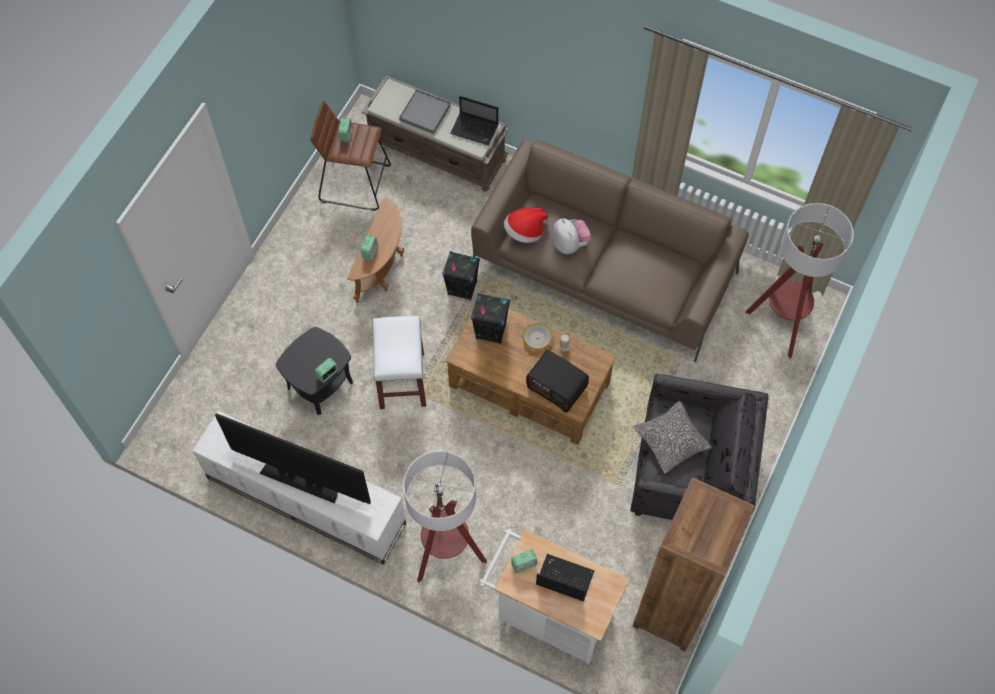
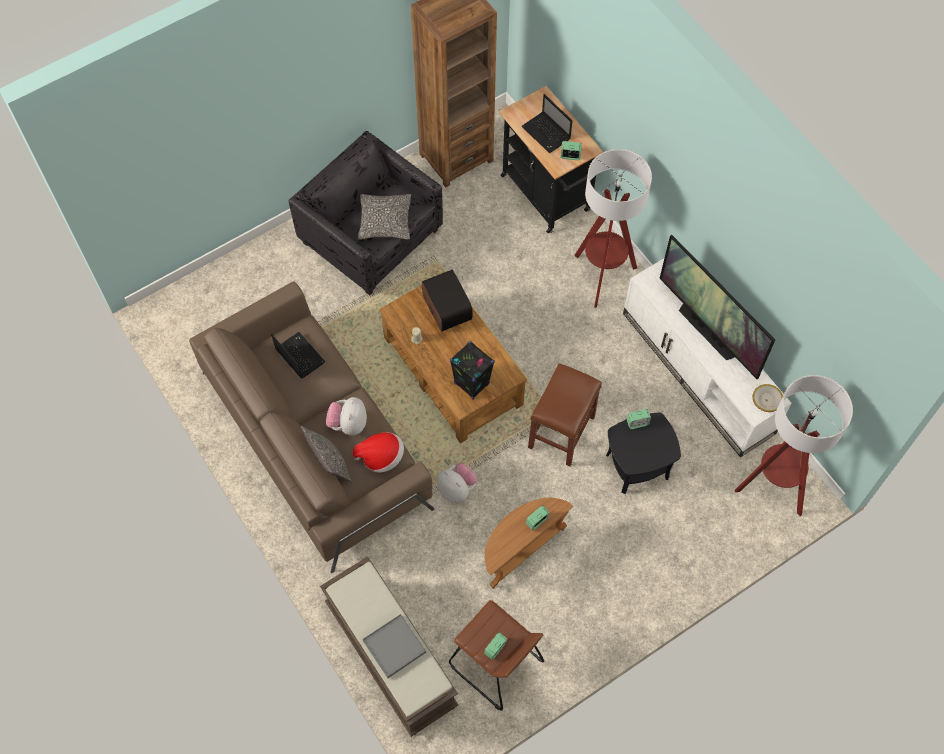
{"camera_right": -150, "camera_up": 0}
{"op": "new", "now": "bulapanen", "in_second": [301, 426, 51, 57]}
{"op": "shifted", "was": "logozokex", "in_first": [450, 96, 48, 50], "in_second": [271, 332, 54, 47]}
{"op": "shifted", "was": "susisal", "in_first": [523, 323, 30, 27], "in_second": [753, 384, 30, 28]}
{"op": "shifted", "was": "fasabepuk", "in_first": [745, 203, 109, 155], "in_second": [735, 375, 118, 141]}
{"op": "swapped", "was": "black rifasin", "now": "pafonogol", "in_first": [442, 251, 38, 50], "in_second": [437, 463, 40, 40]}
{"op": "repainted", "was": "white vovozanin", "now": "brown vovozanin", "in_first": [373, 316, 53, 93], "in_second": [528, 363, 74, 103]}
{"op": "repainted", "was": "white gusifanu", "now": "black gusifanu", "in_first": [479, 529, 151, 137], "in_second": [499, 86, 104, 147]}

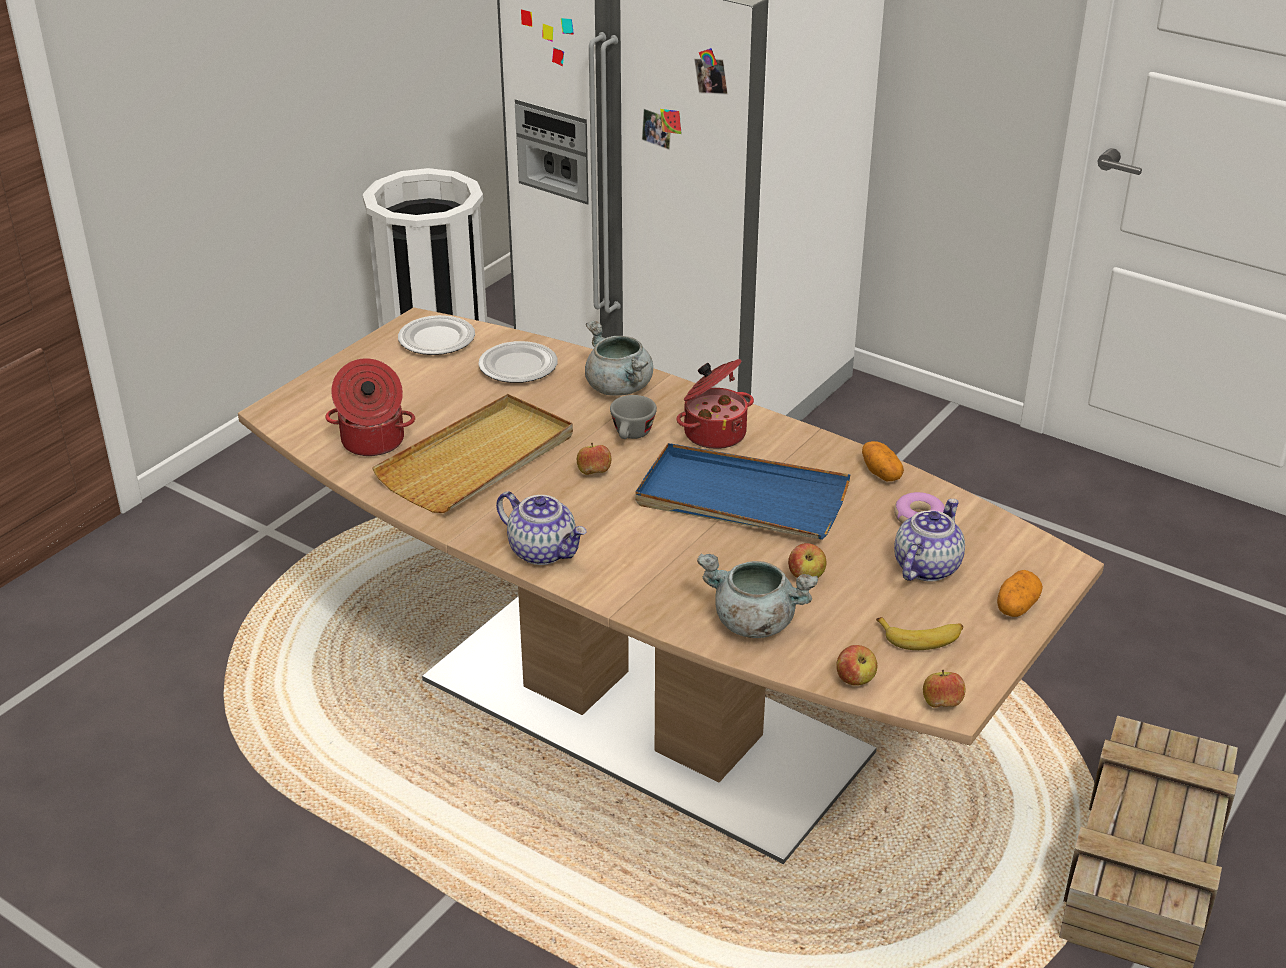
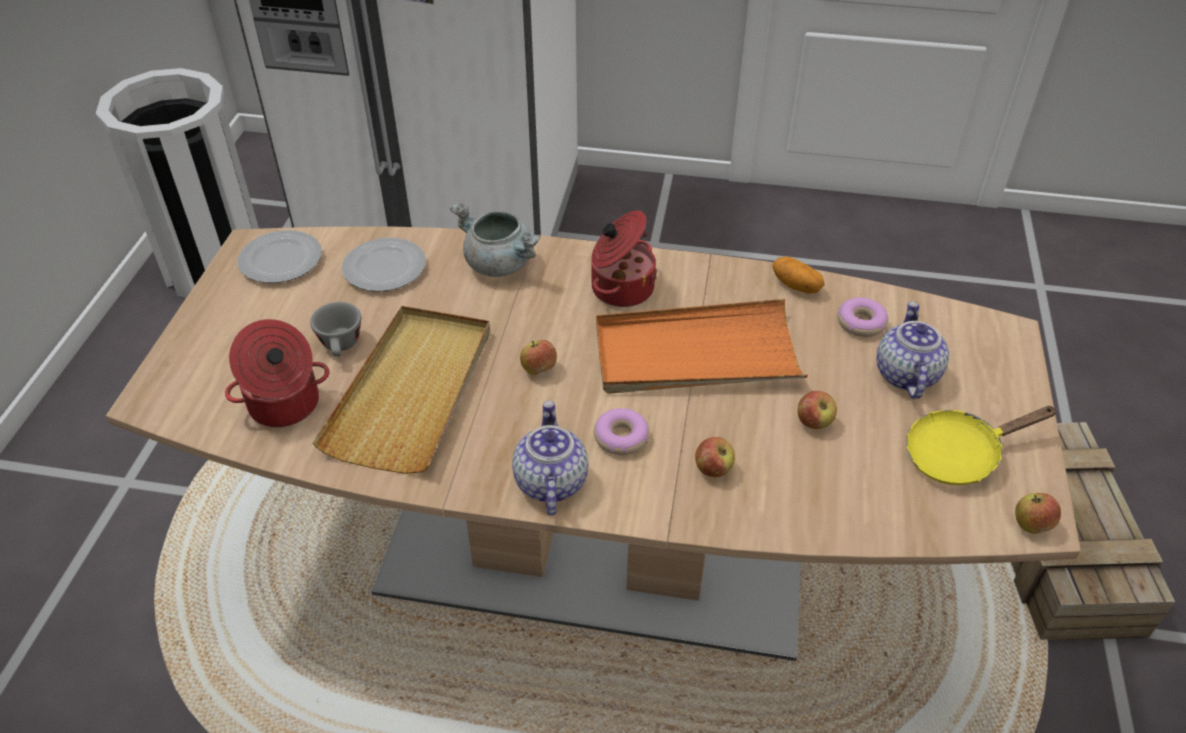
{"camera_right": -25, "camera_up": 10}
{"op": "gone", "was": "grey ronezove", "in_first": [697, 554, 121, 84]}
{"op": "gone", "was": "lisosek", "in_first": [997, 570, 46, 47]}
{"op": "new", "now": "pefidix", "in_second": [594, 408, 55, 47]}
{"op": "shifted", "was": "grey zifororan", "in_first": [610, 395, 47, 44], "in_second": [310, 302, 51, 55]}
{"op": "shifted", "was": "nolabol", "in_first": [836, 645, 41, 41], "in_second": [695, 437, 40, 40]}
{"op": "swapped", "was": "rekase", "now": "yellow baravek", "in_first": [876, 617, 87, 33], "in_second": [906, 406, 152, 79]}
{"op": "repainted", "was": "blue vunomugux", "now": "orange vunomugux", "in_first": [635, 443, 215, 97], "in_second": [596, 299, 212, 95]}
{"op": "rotated", "was": "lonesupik", "in_first": [496, 491, 91, 74], "in_second": [512, 400, 76, 116], "clockwise": -105}

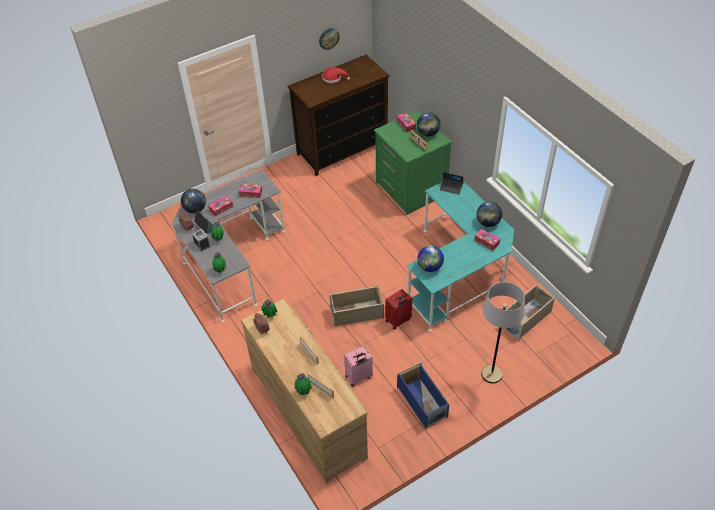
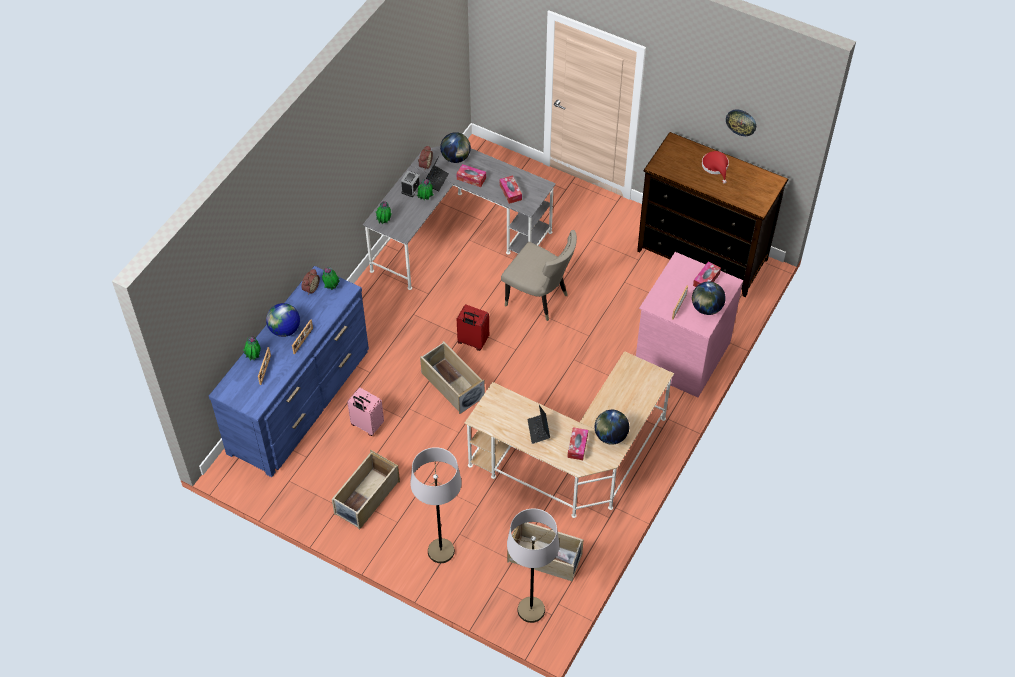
{"camera_right": 60, "camera_up": 5}
{"op": "new", "now": "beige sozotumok", "in_second": [501, 230, 76, 91]}
{"op": "new", "now": "grey fasabepuk", "in_second": [507, 508, 53, 115]}
{"op": "shifted", "was": "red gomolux", "in_first": [385, 289, 27, 41], "in_second": [457, 304, 32, 47]}
{"op": "shifted", "was": "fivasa", "in_first": [417, 246, 27, 26], "in_second": [266, 303, 34, 34]}
{"op": "shifted", "was": "logozokex", "in_first": [440, 172, 23, 23], "in_second": [527, 405, 23, 39]}
{"op": "repainted", "was": "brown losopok", "now": "blue losopok", "in_first": [241, 299, 127, 184], "in_second": [209, 266, 160, 211]}
{"op": "repainted", "was": "green losopok", "now": "pink losopok", "in_first": [374, 111, 77, 104], "in_second": [636, 252, 107, 145]}
{"op": "repainted", "was": "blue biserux", "now": "beige biserux", "in_first": [397, 362, 52, 66], "in_second": [332, 450, 68, 79]}
{"op": "repainted", "was": "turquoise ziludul", "now": "beige ziludul", "in_first": [407, 181, 107, 150], "in_second": [465, 351, 209, 167]}

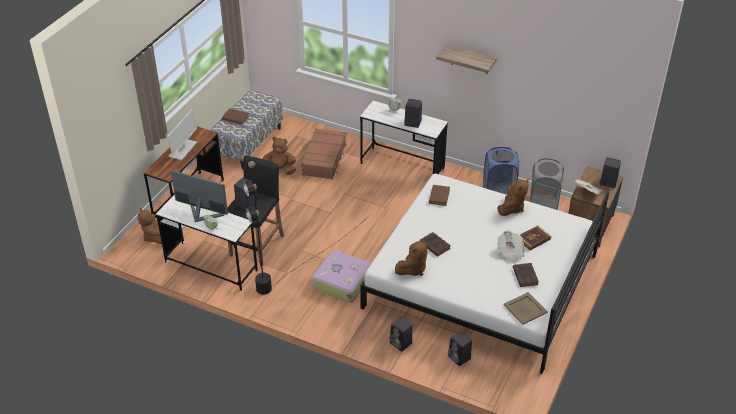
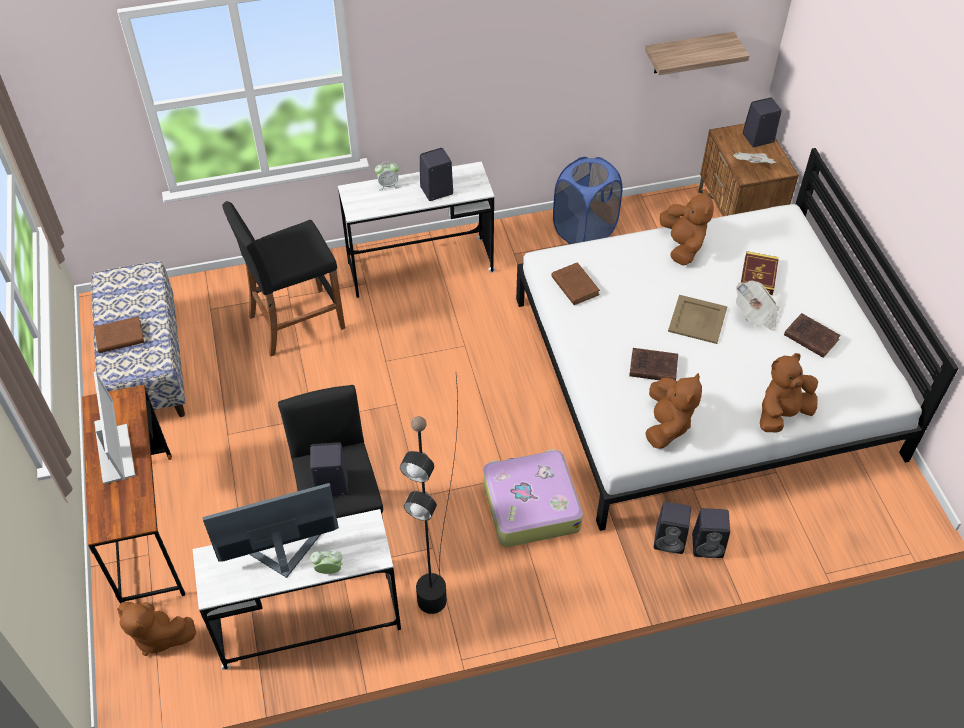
{"camera_right": -40, "camera_up": 10}
{"op": "gone", "was": "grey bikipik", "in_first": [530, 158, 34, 52]}
{"op": "shifted", "was": "brown pafonogol", "in_first": [263, 137, 33, 38], "in_second": [760, 353, 58, 80]}
{"op": "shifted", "was": "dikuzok", "in_first": [436, 45, 61, 29], "in_second": [645, 32, 104, 43]}
{"op": "shifted", "was": "black rifasin", "in_first": [448, 331, 24, 35], "in_second": [654, 502, 37, 52]}
{"op": "shifted", "was": "beige vunomugux", "in_first": [504, 292, 44, 33], "in_second": [668, 295, 60, 49]}
{"op": "swapped", "was": "brown gomolux", "now": "black vovozanin", "in_first": [301, 128, 46, 51], "in_second": [222, 201, 123, 156]}

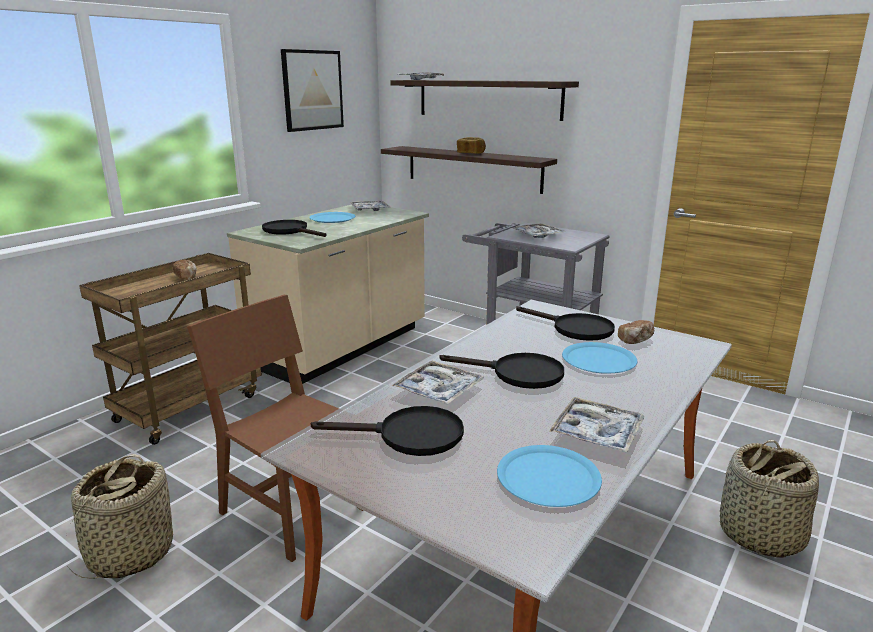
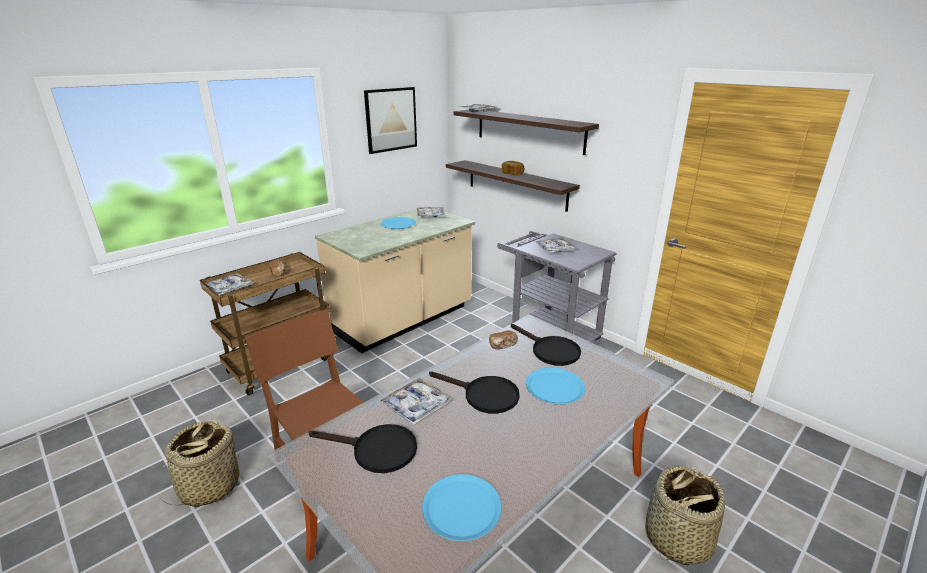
{"camera_right": 10, "camera_up": 5}
{"op": "gone", "was": "black baravek", "in_first": [262, 220, 65, 17]}
{"op": "shifted", "was": "vunomugux", "in_first": [549, 397, 95, 56], "in_second": [202, 273, 52, 22]}
{"op": "shifted", "was": "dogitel", "in_first": [618, 320, 37, 24], "in_second": [489, 330, 29, 19]}

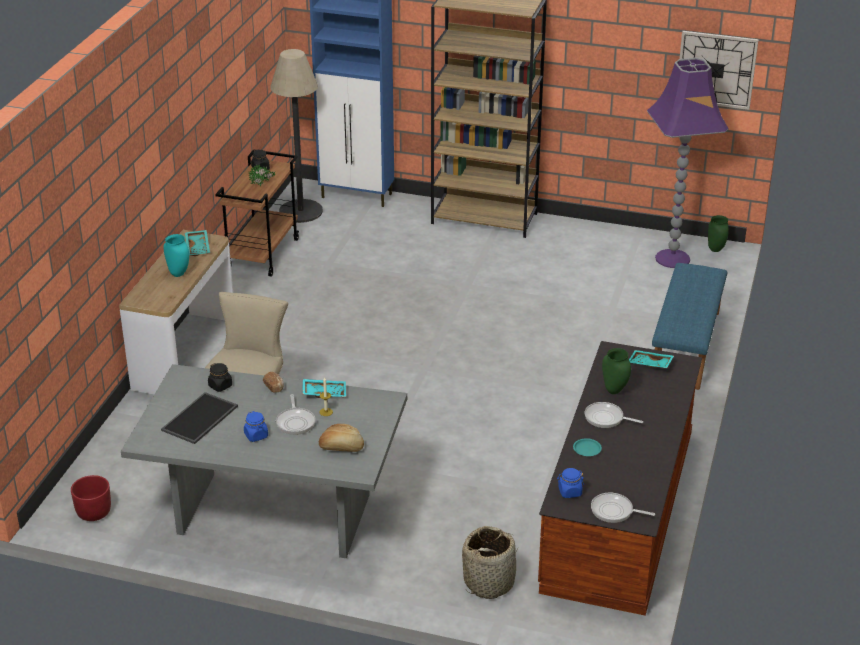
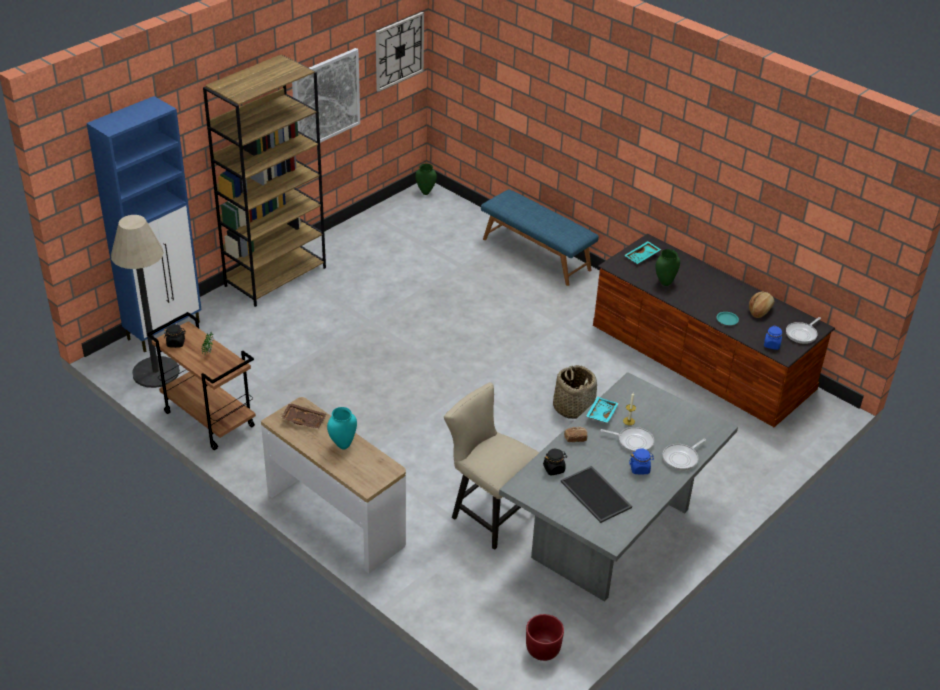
{"camera_right": -65, "camera_up": 5}
{"op": "gone", "was": "purple fasabepuk", "in_first": [647, 58, 82, 210]}
{"op": "new", "now": "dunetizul", "in_second": [292, 48, 68, 95]}
{"op": "shifted", "was": "dogitel", "in_first": [319, 424, 45, 28], "in_second": [749, 292, 26, 26]}
{"op": "shifted", "was": "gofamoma", "in_first": [462, 526, 56, 73], "in_second": [553, 365, 44, 54]}
{"op": "shifted", "was": "baravek", "in_first": [585, 402, 58, 26], "in_second": [663, 439, 43, 32]}
{"op": "repainted", "was": "turquoise vunomugux", "now": "brown vunomugux", "in_first": [185, 230, 25, 26], "in_second": [281, 403, 45, 26]}

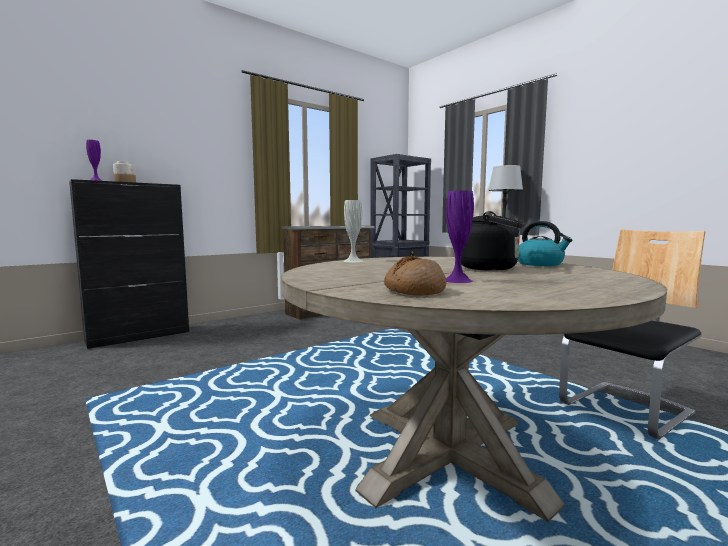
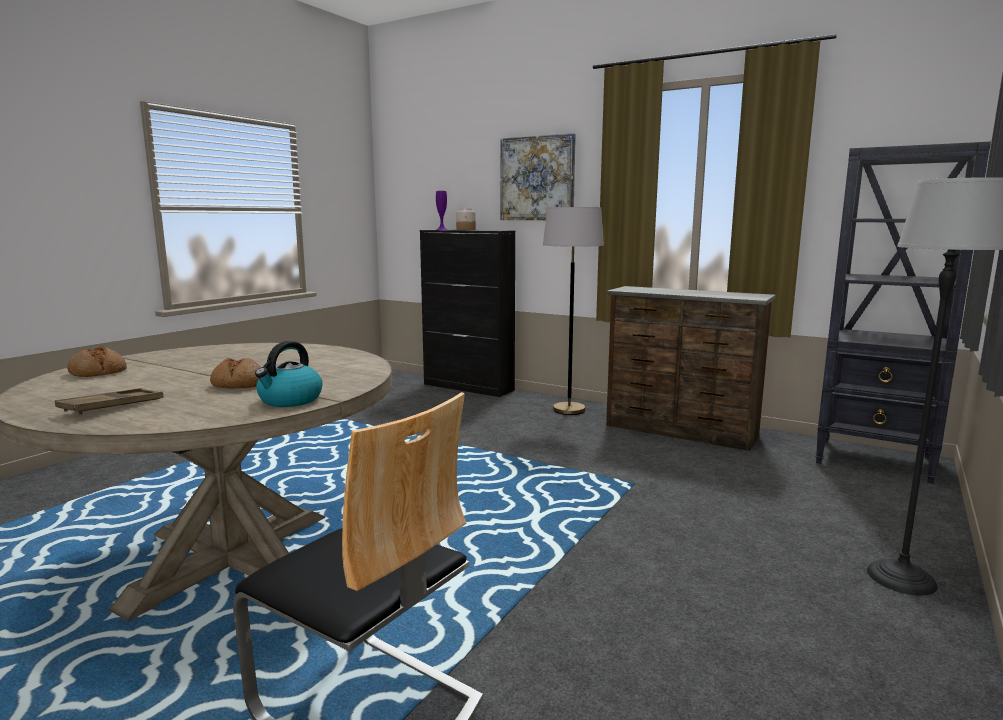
{"camera_right": 70, "camera_up": 5}
{"op": "gone", "was": "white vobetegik", "in_first": [343, 200, 20, 62]}
{"op": "gone", "was": "purple vobetegik", "in_first": [446, 190, 28, 93]}
{"op": "new", "now": "brown vunomugux", "in_second": [55, 388, 108, 27]}
{"op": "new", "now": "dunetizul", "in_second": [501, 133, 75, 87]}
{"op": "new", "now": "grey fasabepuk", "in_second": [543, 207, 61, 208]}
{"op": "swapped", "was": "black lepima", "now": "dogitel", "in_first": [461, 211, 65, 60], "in_second": [210, 358, 51, 30]}

